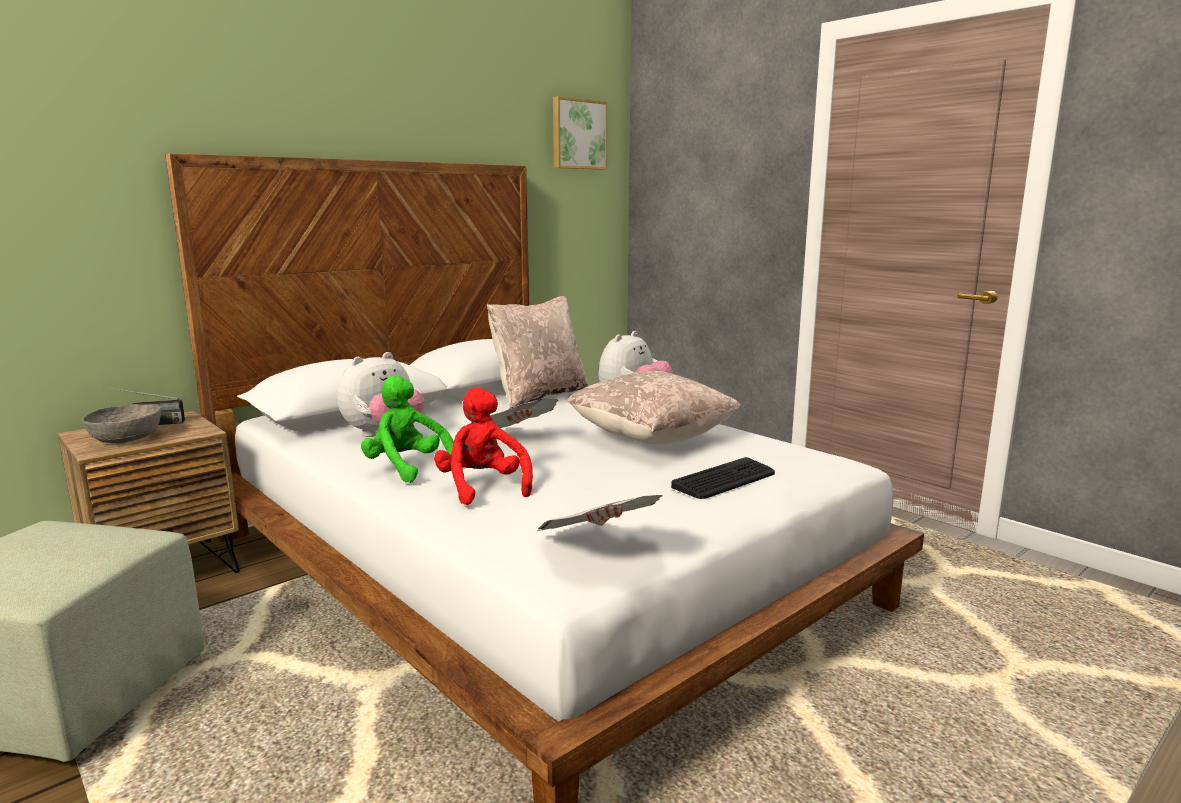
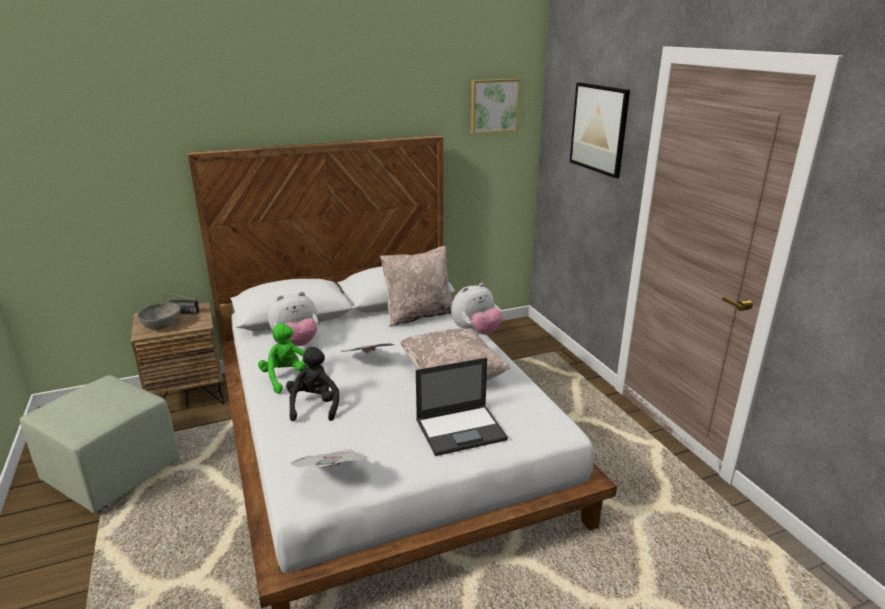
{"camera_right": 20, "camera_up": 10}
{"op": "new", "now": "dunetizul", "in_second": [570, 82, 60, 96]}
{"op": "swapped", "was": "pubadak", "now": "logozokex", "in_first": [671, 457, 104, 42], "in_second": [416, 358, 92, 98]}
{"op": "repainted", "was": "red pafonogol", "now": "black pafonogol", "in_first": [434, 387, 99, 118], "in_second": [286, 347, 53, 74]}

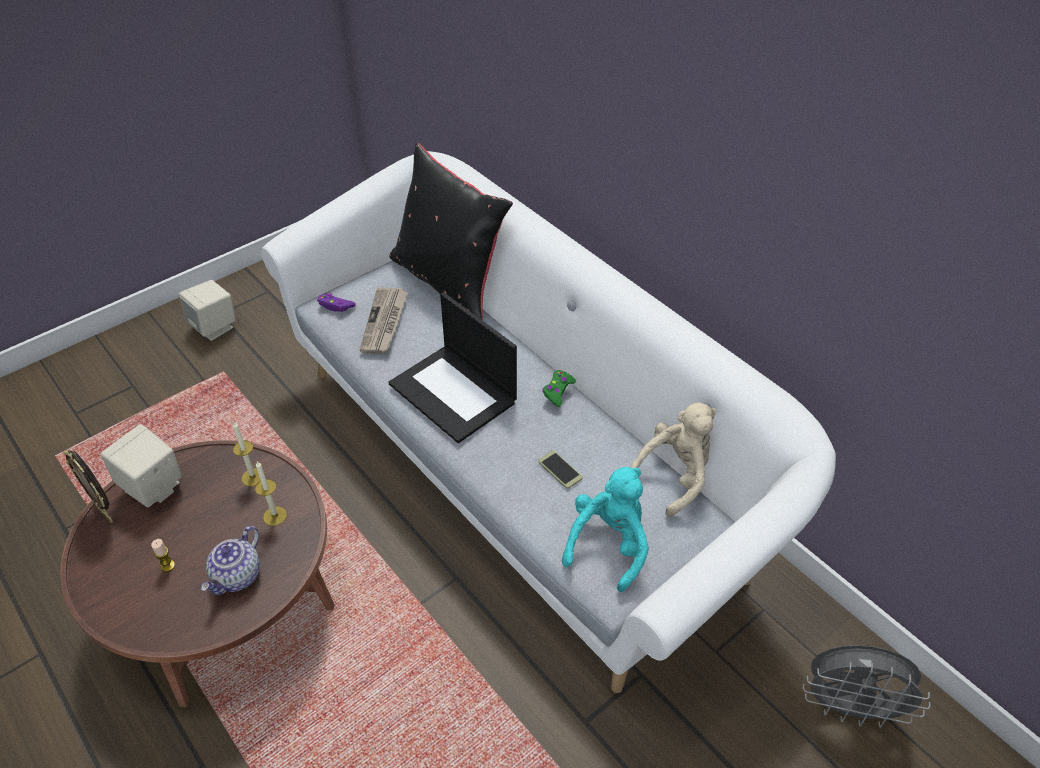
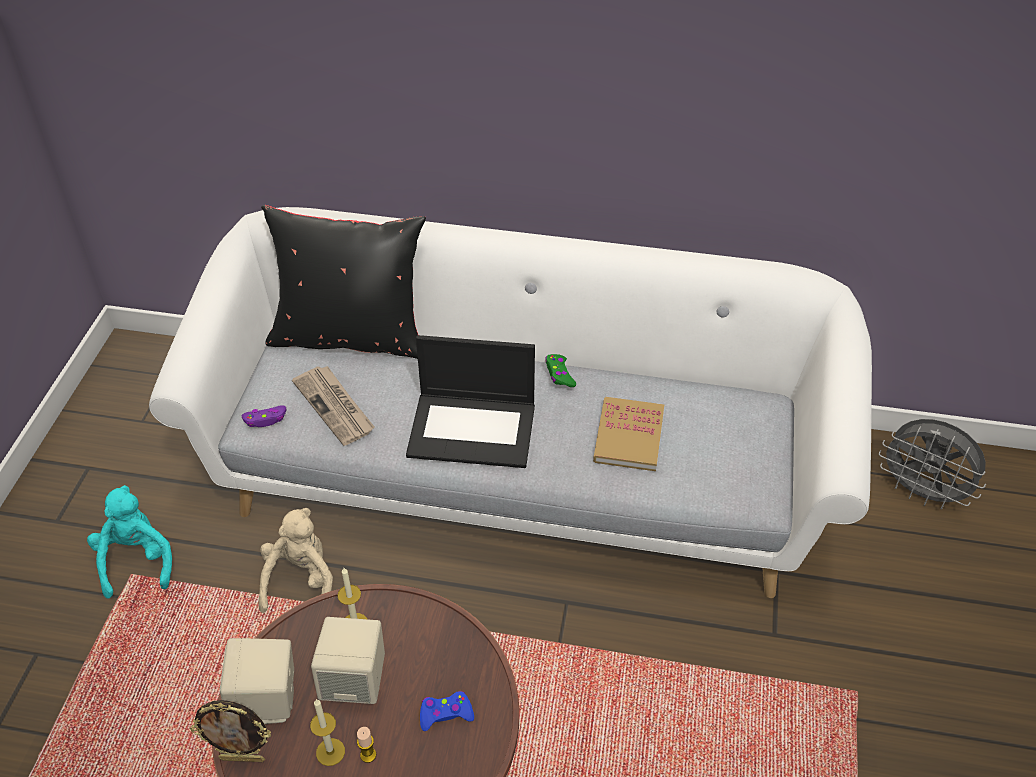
{"camera_right": -40, "camera_up": 0}
{"op": "shifted", "was": "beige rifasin", "in_first": [179, 280, 56, 61], "in_second": [311, 617, 74, 87]}
{"op": "shifted", "was": "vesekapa", "in_first": [255, 461, 32, 65], "in_second": [310, 699, 35, 67]}
{"op": "shifted", "was": "turquoise pafonogol", "in_first": [562, 467, 87, 125], "in_second": [87, 485, 85, 113]}
{"op": "shifted", "was": "beige pafonogol", "in_first": [630, 403, 86, 114], "in_second": [259, 508, 74, 105]}
{"op": "swapped", "was": "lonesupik", "now": "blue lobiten", "in_first": [201, 526, 59, 69], "in_second": [420, 691, 54, 40]}
{"op": "swapped", "was": "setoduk", "now": "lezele", "in_first": [538, 450, 45, 39], "in_second": [593, 397, 71, 74]}
{"op": "rotated", "was": "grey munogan", "in_first": [803, 645, 128, 83], "in_second": [879, 419, 107, 91], "clockwise": 60}

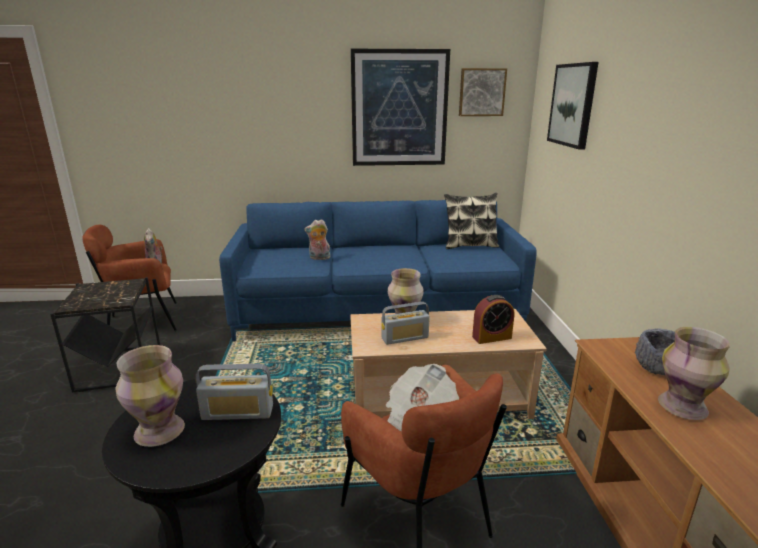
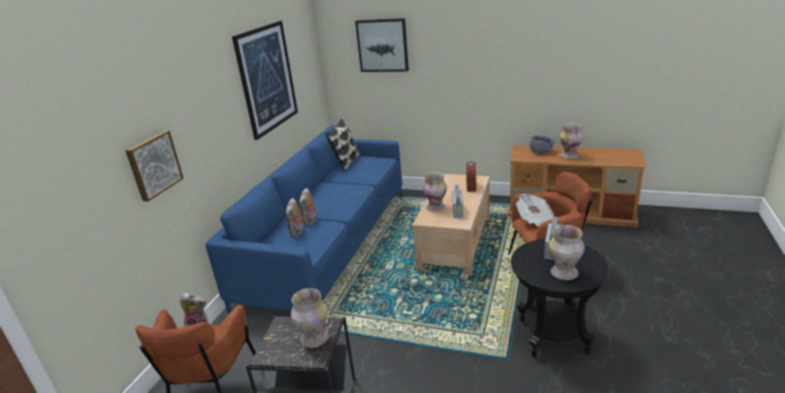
{"camera_right": -65, "camera_up": 5}
{"op": "new", "now": "pafonogol", "in_second": [286, 198, 18, 39]}
{"op": "new", "now": "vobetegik", "in_second": [291, 288, 38, 60]}
{"op": "shifted", "was": "dunetizul", "in_first": [459, 68, 48, 48], "in_second": [125, 131, 59, 71]}

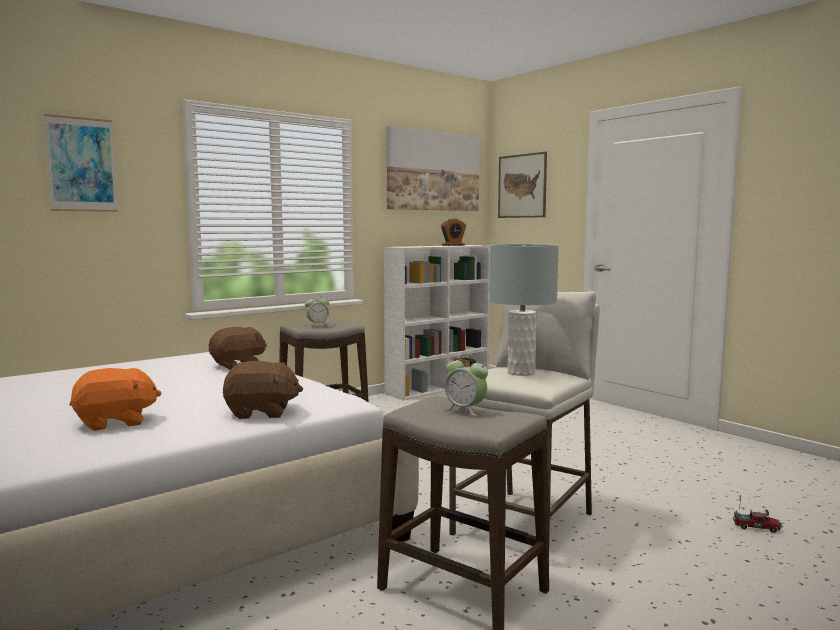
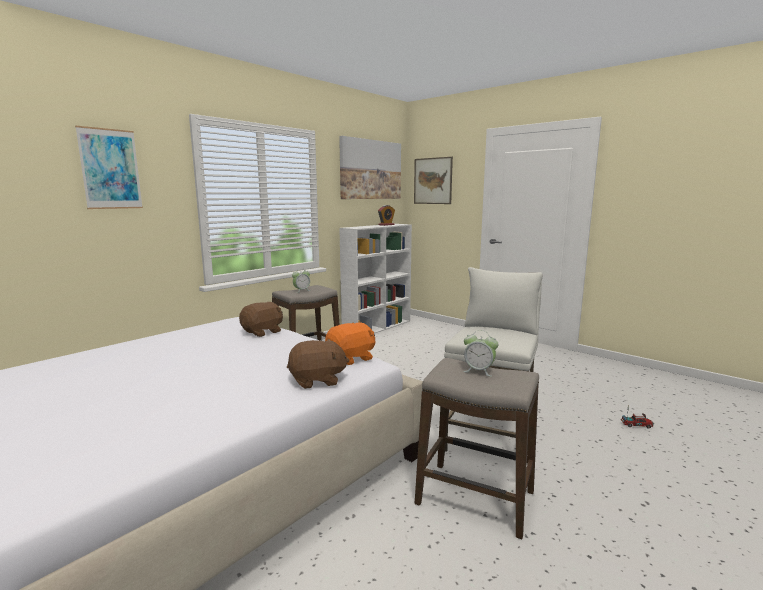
{"camera_right": -10, "camera_up": 5}
{"op": "gone", "was": "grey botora", "in_first": [489, 244, 70, 132]}
{"op": "shifted", "was": "orange pafonogol", "in_first": [69, 368, 93, 63], "in_second": [325, 322, 50, 43]}

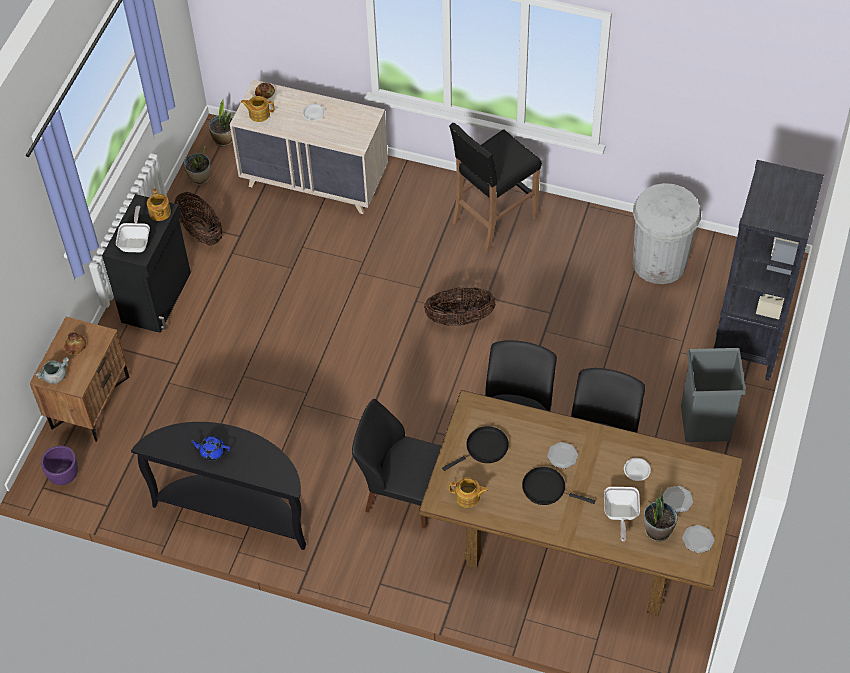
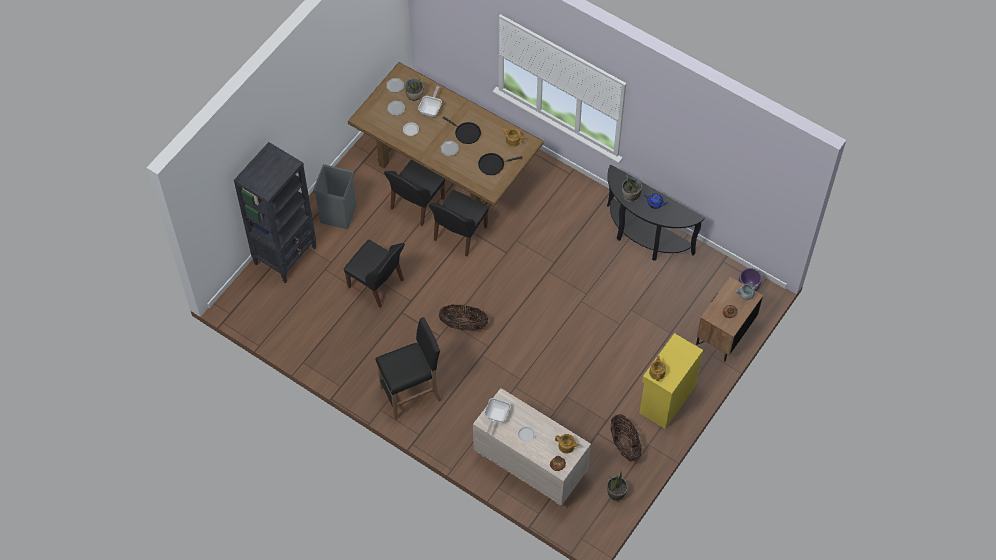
{"camera_right": -165, "camera_up": 5}
{"op": "gone", "was": "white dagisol", "in_first": [633, 183, 68, 101]}
{"op": "shifted", "was": "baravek", "in_first": [116, 206, 34, 46], "in_second": [484, 398, 27, 36]}
{"op": "shifted", "was": "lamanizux", "in_first": [209, 99, 24, 47], "in_second": [622, 173, 20, 29]}
{"op": "shifted", "was": "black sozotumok", "in_first": [352, 399, 90, 130], "in_second": [344, 240, 61, 68]}
{"op": "repainted", "was": "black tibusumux", "now": "yellow tibusumux", "in_first": [102, 194, 89, 139], "in_second": [639, 333, 64, 96]}

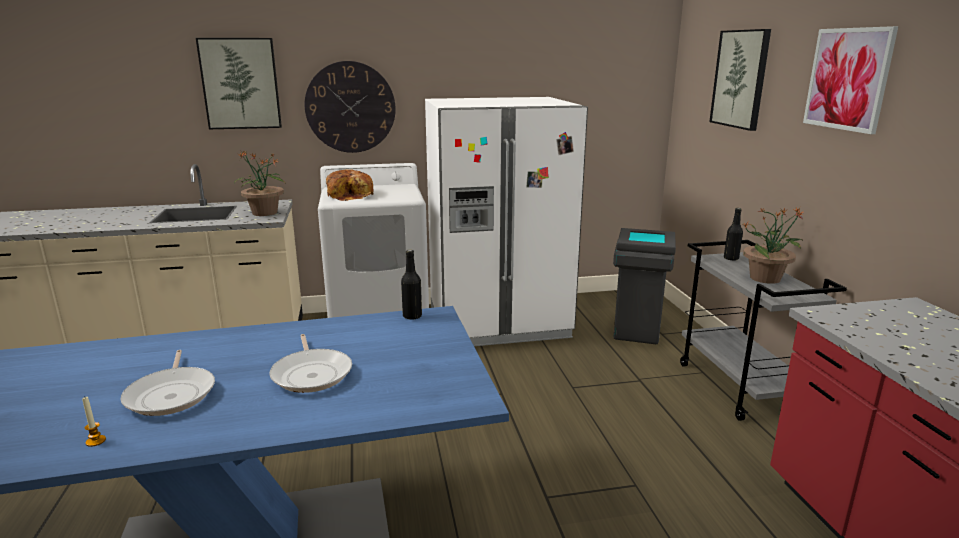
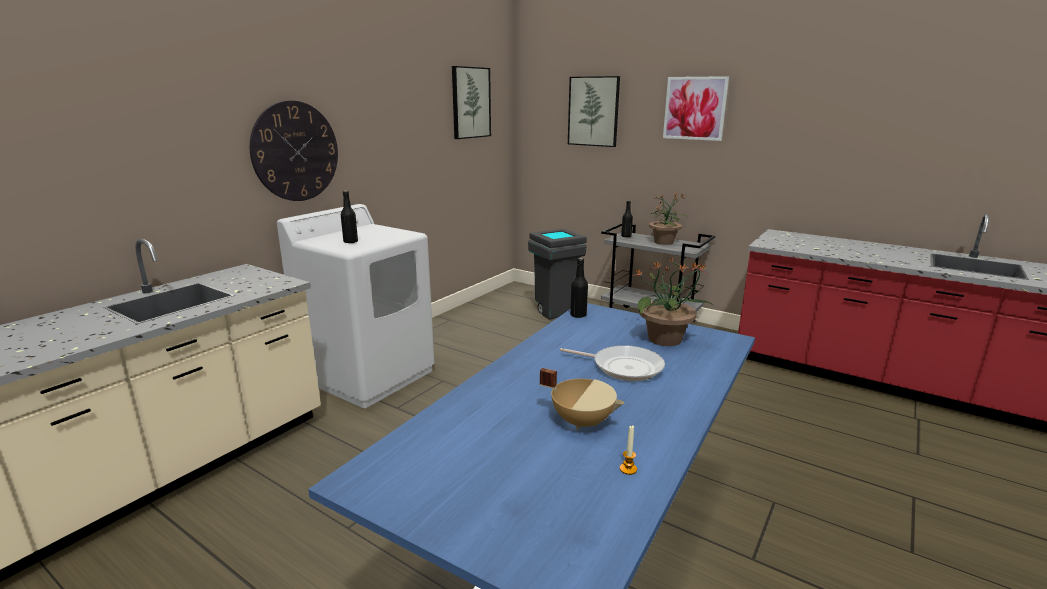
{"camera_right": -45, "camera_up": 0}
{"op": "gone", "was": "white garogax", "in_first": [425, 97, 163, 249]}
{"op": "shifted", "was": "dunetizul", "in_first": [196, 38, 86, 91], "in_second": [452, 66, 39, 73]}
{"op": "shifted", "was": "lamanizux", "in_first": [234, 151, 51, 65], "in_second": [631, 258, 83, 88]}
{"op": "swapped", "was": "baravek", "now": "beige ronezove", "in_first": [120, 350, 95, 66], "in_second": [540, 368, 84, 62]}
{"op": "swapped", "was": "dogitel", "now": "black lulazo", "in_first": [326, 169, 48, 32], "in_second": [341, 191, 17, 52]}

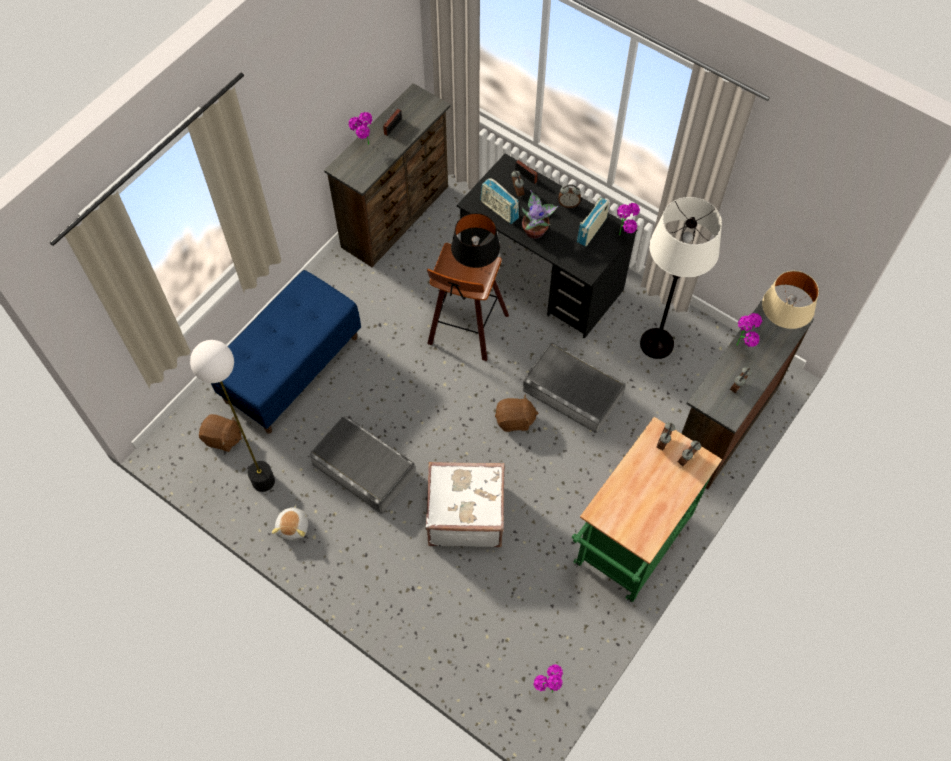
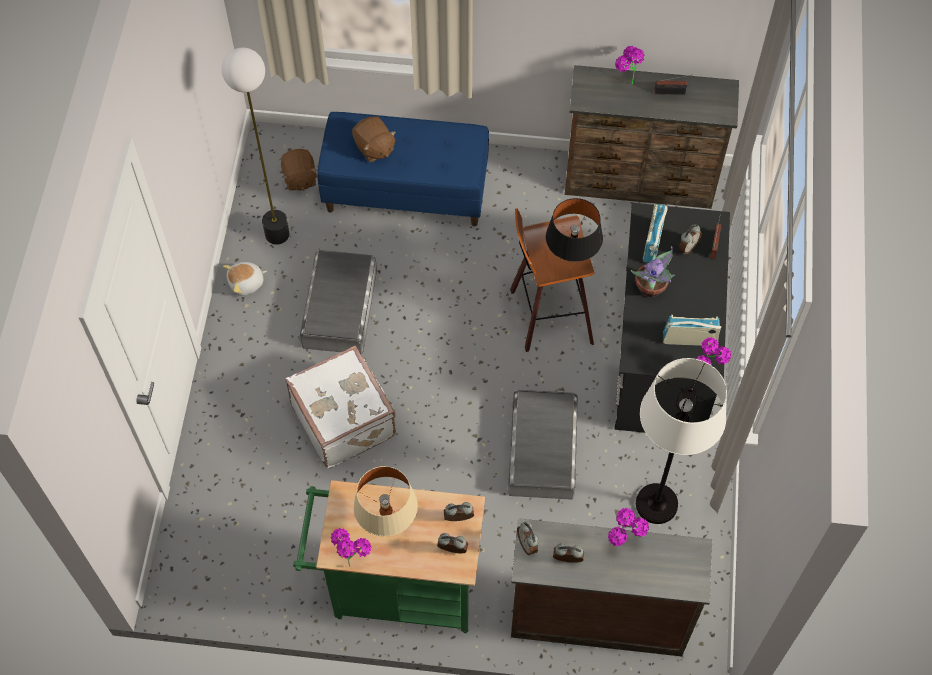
{"camera_right": 60, "camera_up": 0}
{"op": "shifted", "was": "brown pafonogol", "in_first": [495, 394, 44, 38], "in_second": [352, 116, 44, 46]}
{"op": "shifted", "was": "lamanizux", "in_first": [533, 664, 30, 29], "in_second": [331, 528, 40, 39]}
{"op": "shifted", "was": "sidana", "in_first": [558, 184, 23, 24], "in_second": [517, 522, 22, 33]}
{"op": "shifted", "was": "beige botora", "in_first": [762, 271, 57, 58], "in_second": [353, 466, 65, 71]}

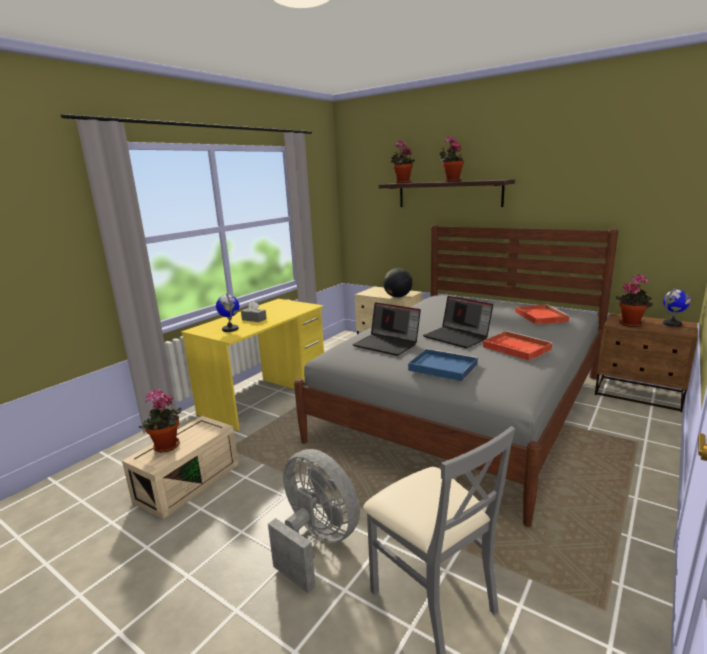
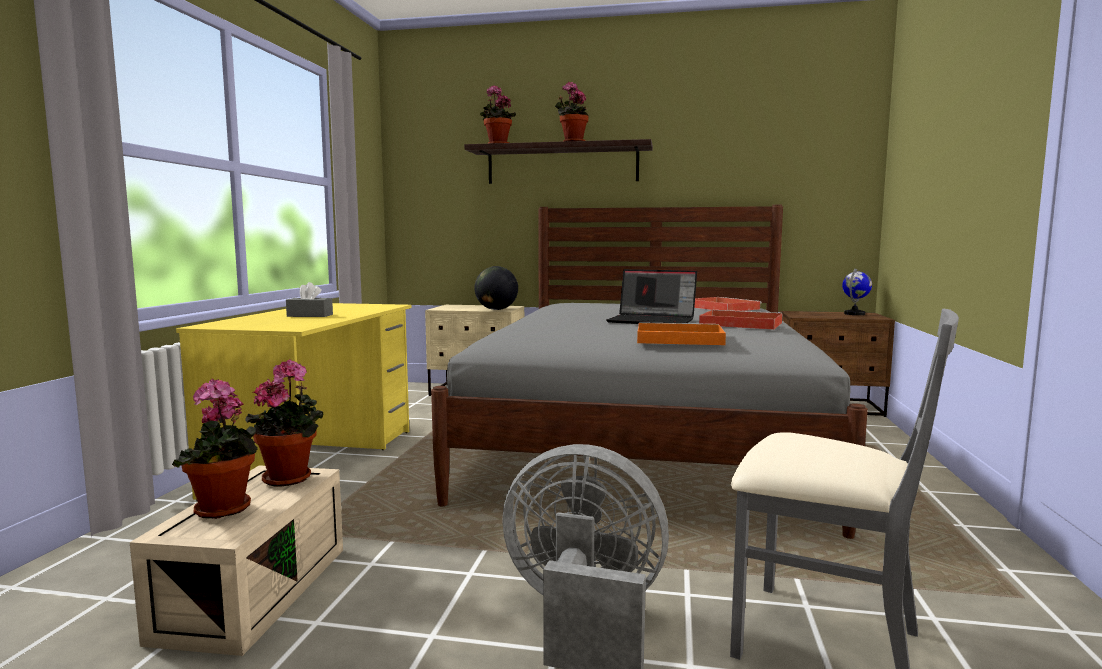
{"camera_right": -25, "camera_up": -10}
{"op": "gone", "was": "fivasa", "in_first": [216, 293, 23, 39]}
{"op": "gone", "was": "logozokex", "in_first": [352, 302, 69, 54]}
{"op": "shifted", "was": "lamanizux", "in_first": [616, 274, 37, 53], "in_second": [245, 359, 79, 128]}
{"op": "repainted", "was": "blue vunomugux", "now": "orange vunomugux", "in_first": [408, 349, 70, 32], "in_second": [637, 322, 89, 23]}

